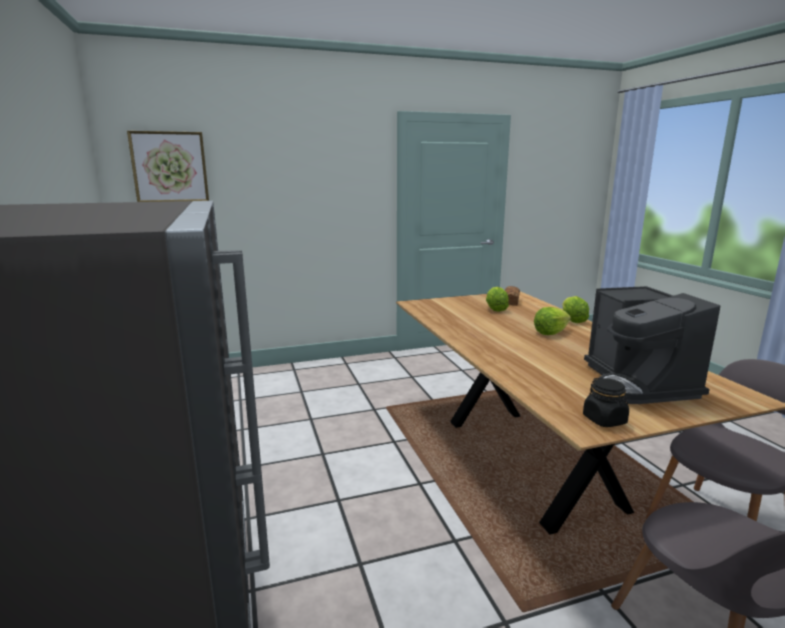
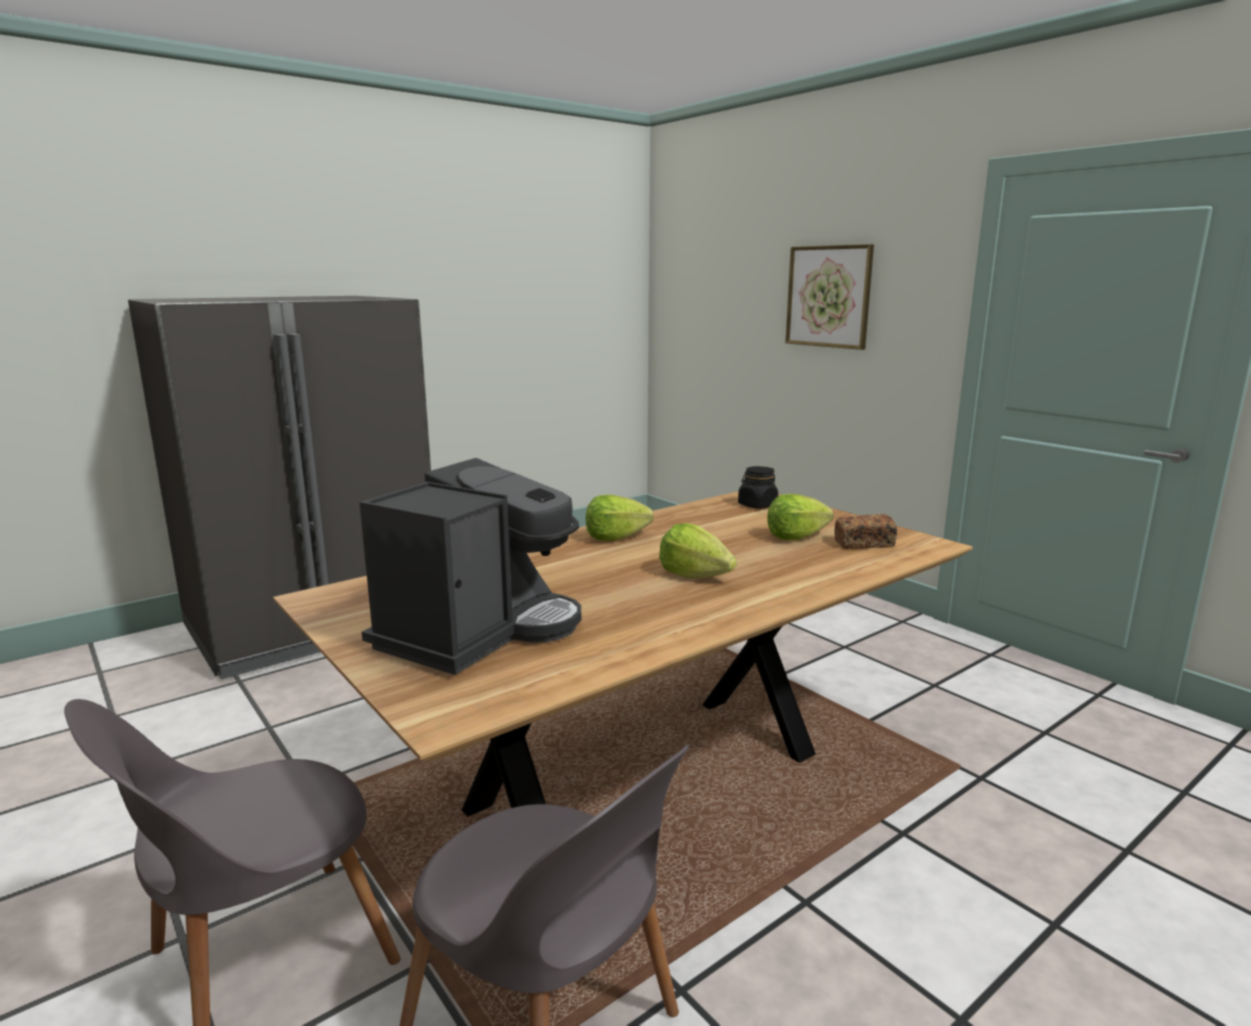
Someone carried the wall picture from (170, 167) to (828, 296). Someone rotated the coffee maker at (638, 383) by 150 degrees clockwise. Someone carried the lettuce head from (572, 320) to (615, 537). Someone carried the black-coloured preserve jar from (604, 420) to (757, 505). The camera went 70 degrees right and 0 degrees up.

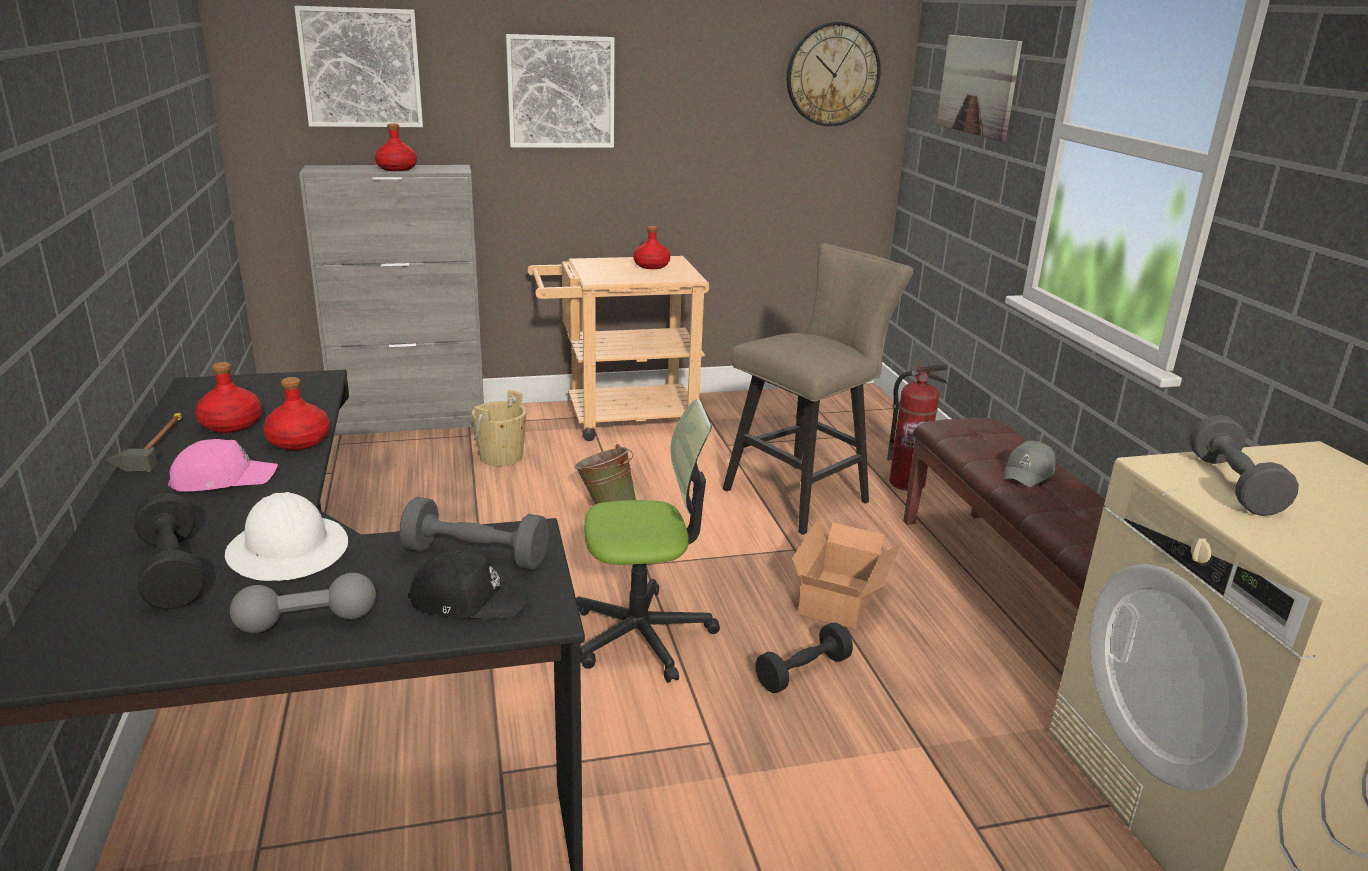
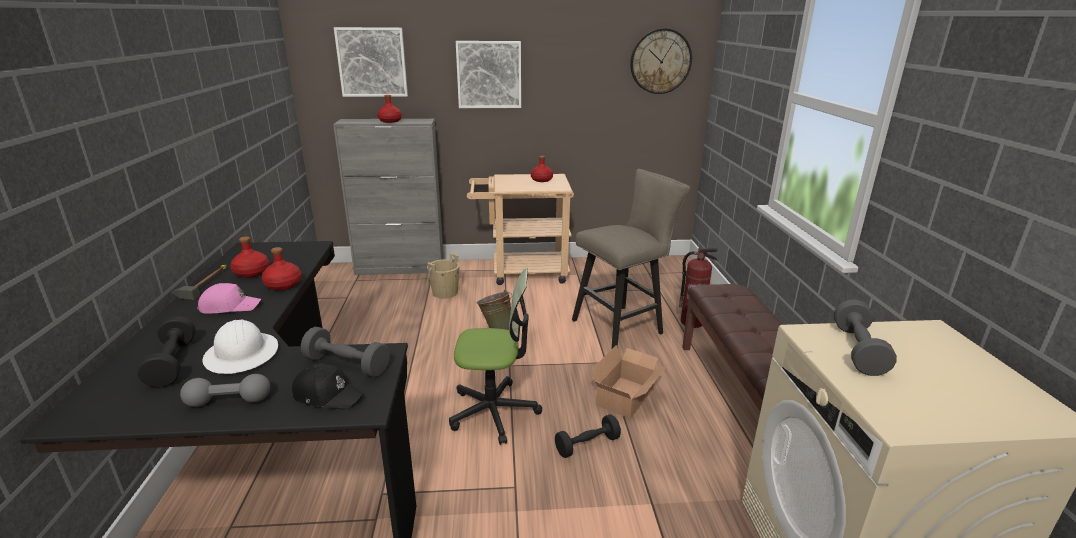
Someone took away the wall picture at (978, 86). Someone took away the grey baseball cap at (1029, 473). The camera went 10 degrees right and 0 degrees up.

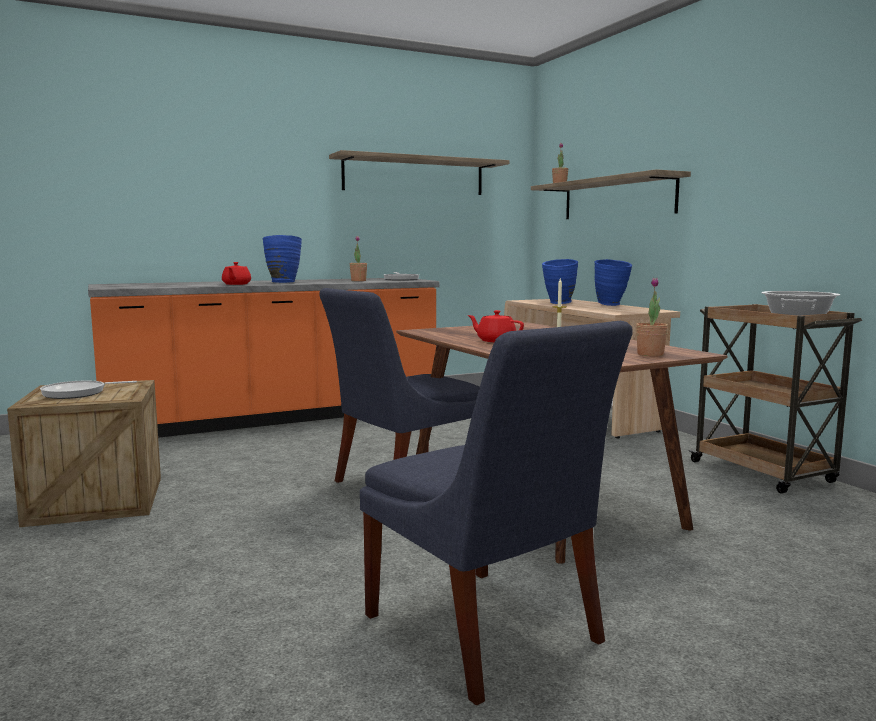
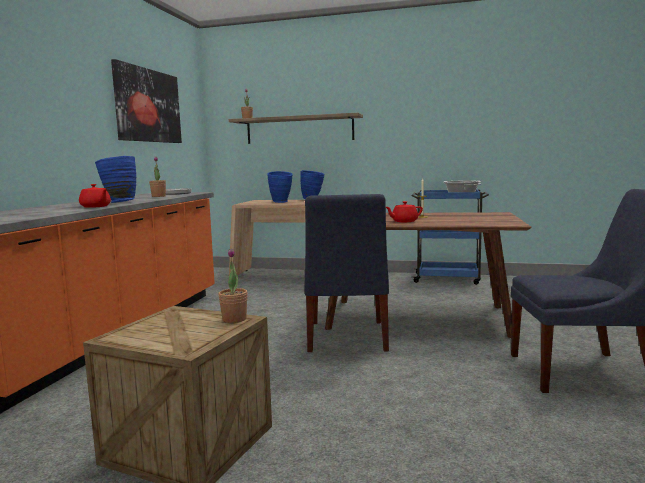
Someone swapped the bracket shelf at (414, 176) for the wall picture at (148, 105). Someone carried the houseplant from (650, 354) to (234, 319). Someone repainted the brown-coloured cart at (763, 473), which became the bluish cart at (448, 279). Someone took away the pan at (78, 393). The camera went 50 degrees left and 0 degrees up.

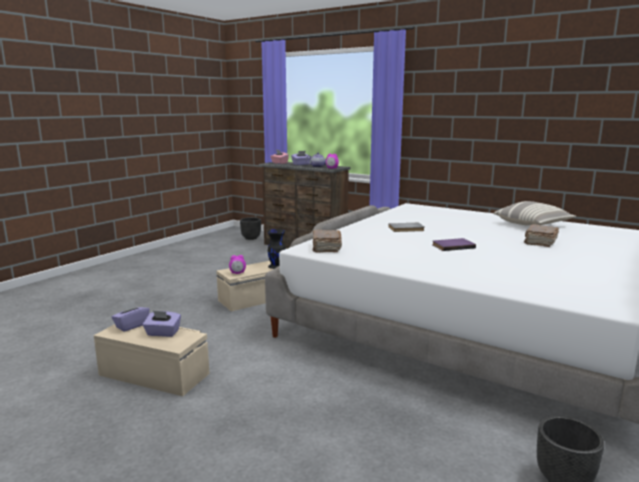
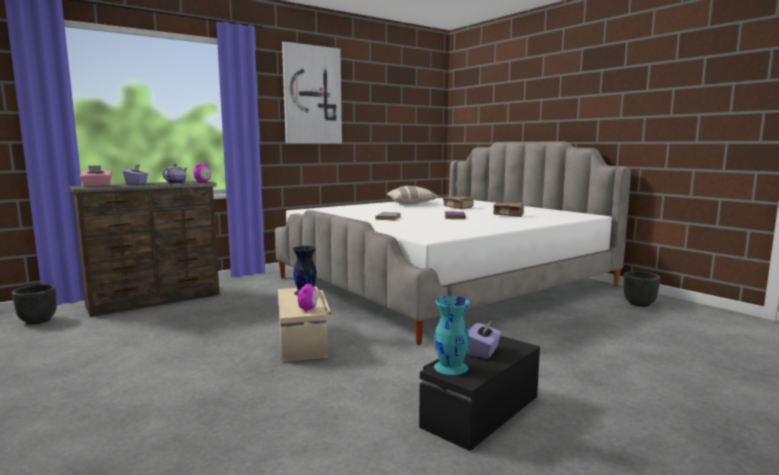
Someone carried the brown-coloured volume from (326, 248) to (509, 215). Someone swapped the purplish tissue holder at (131, 326) for the turquoise-coloured flower vase at (451, 367). Someone repainted the beige storage container at (155, 373), which became the black-coloured storage container at (479, 410). Someone put up the wall picture at (312, 95). The camera went 70 degrees left and 5 degrees down.

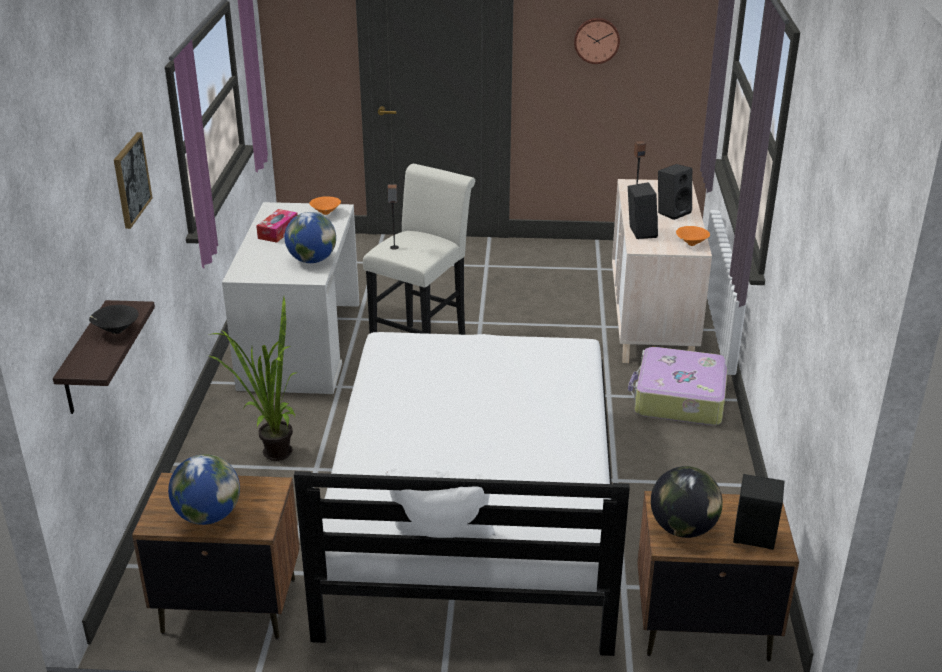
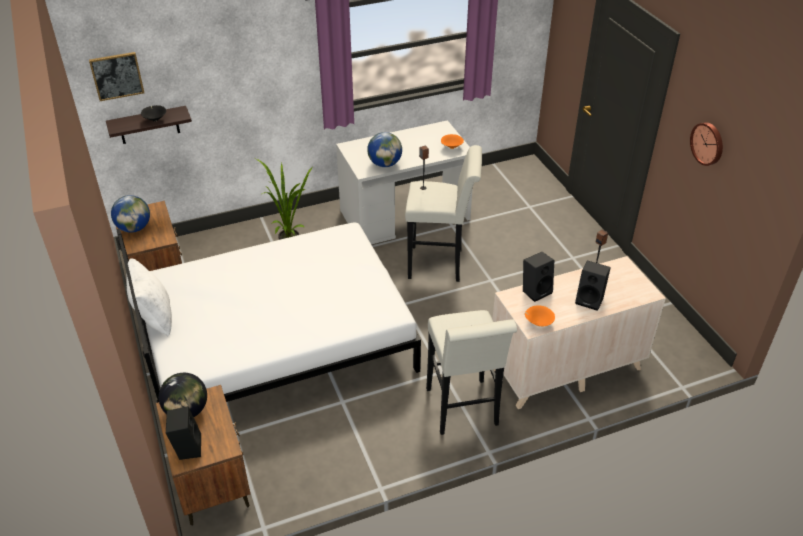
Someone carried the wall picture from (131, 179) to (117, 76). Someone took away the tissue holder at (278, 232). Someone swapped the travel case at (678, 399) for the white stool seat at (463, 411). The camera went 65 degrees right and 10 degrees up.

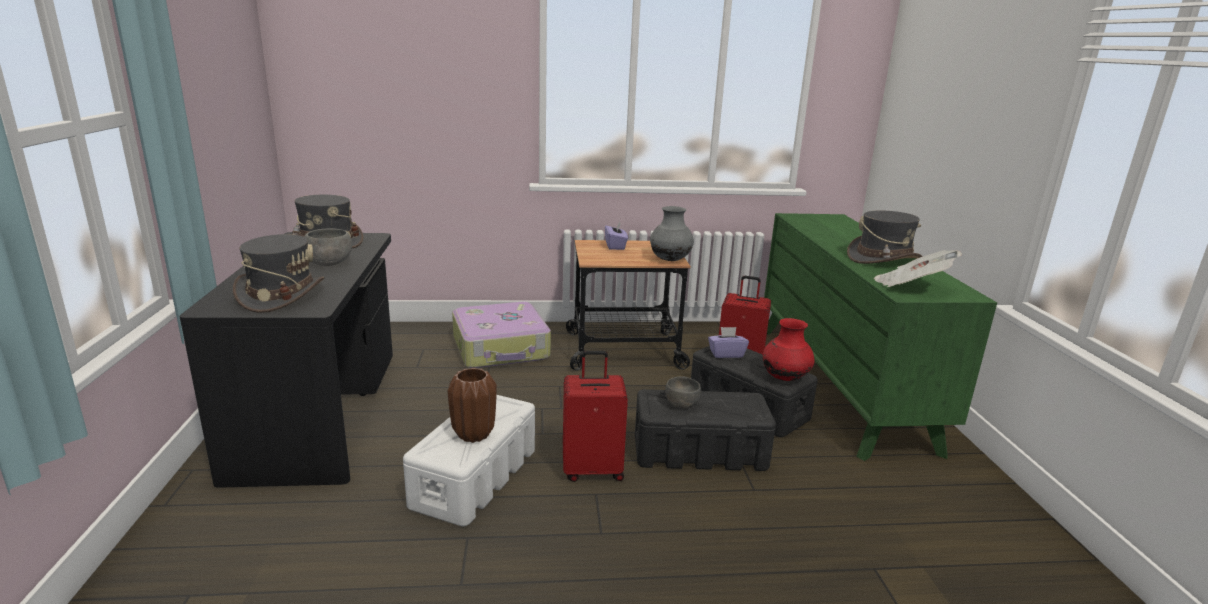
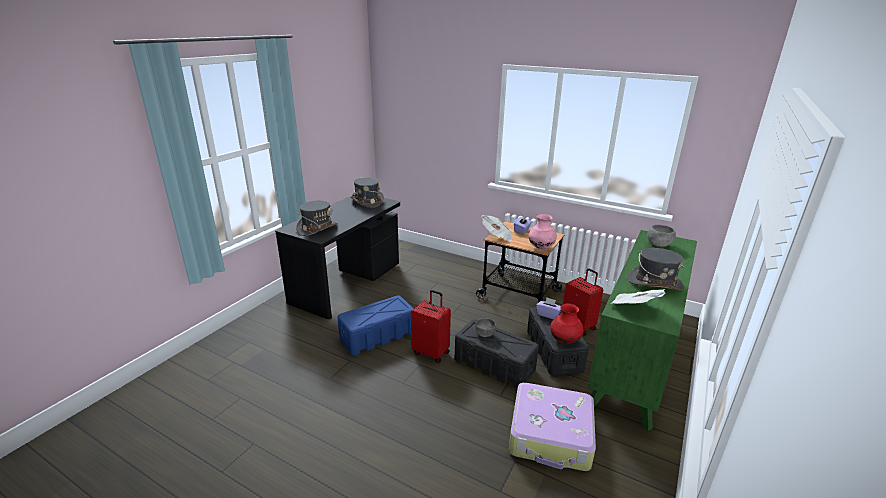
Someone repainted the grey flower vase at (670, 260), which became the pinkish flower vase at (541, 247). Someone carried the grey serving bowl from (329, 264) to (659, 245). Someone carried the travel case from (501, 348) to (551, 435). Someone took away the brown-coloured flower vase at (473, 435). Someone repainted the white storage container at (475, 477), which became the bluish storage container at (378, 336). Someone put down the daily paper at (497, 236). The camera went 35 degrees right and 5 degrees up.

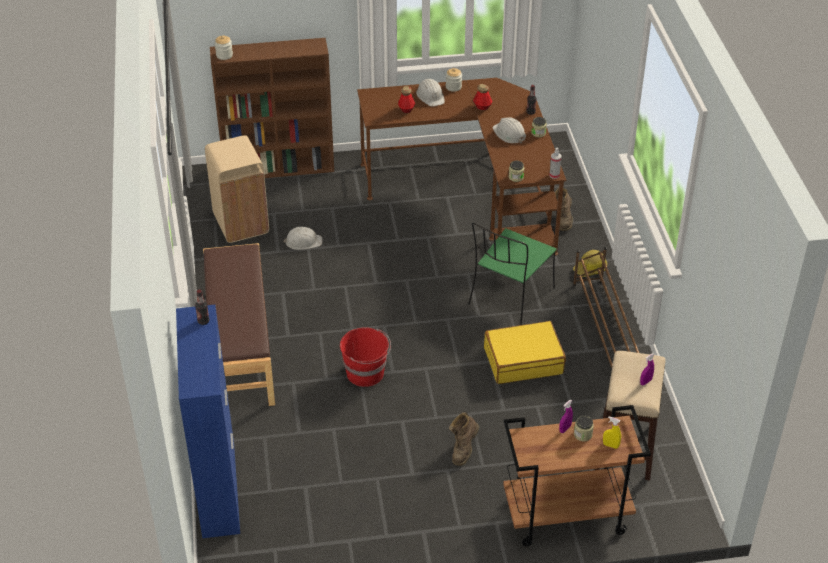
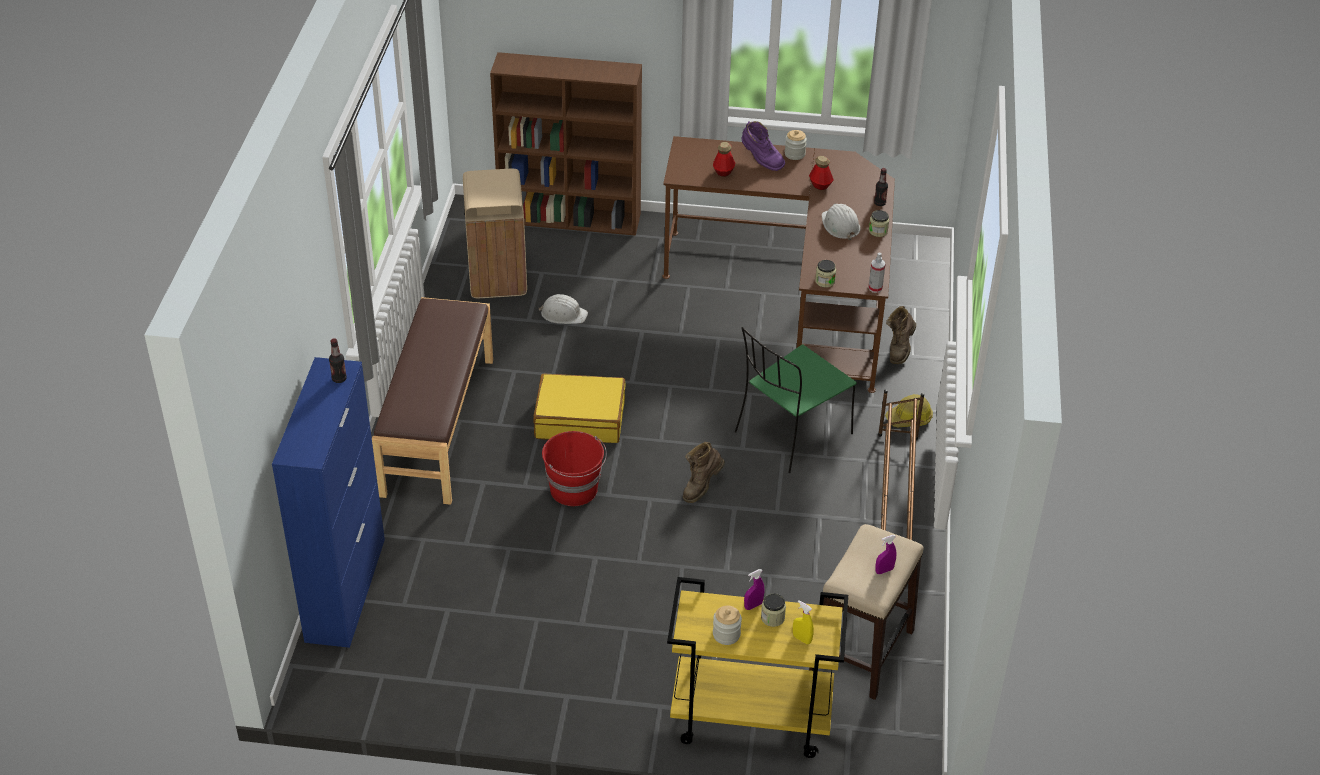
Someone carried the preserve jar from (224, 55) to (726, 634). Someone swapped the white hard hat at (430, 96) for the purplish boot at (761, 160). Someone carried the yellow travel case from (523, 360) to (580, 419). Someone repainted the brown-coloured cart at (565, 516), which became the yellow cart at (749, 719). Someone carried the brown-coloured boot from (463, 449) to (701, 487). The camera went 15 degrees right and 0 degrees up.

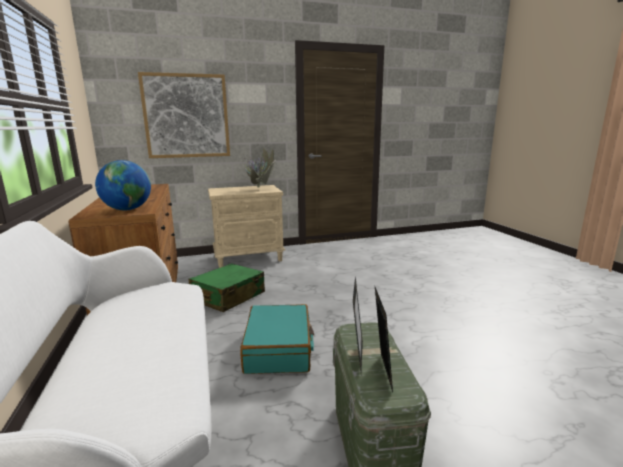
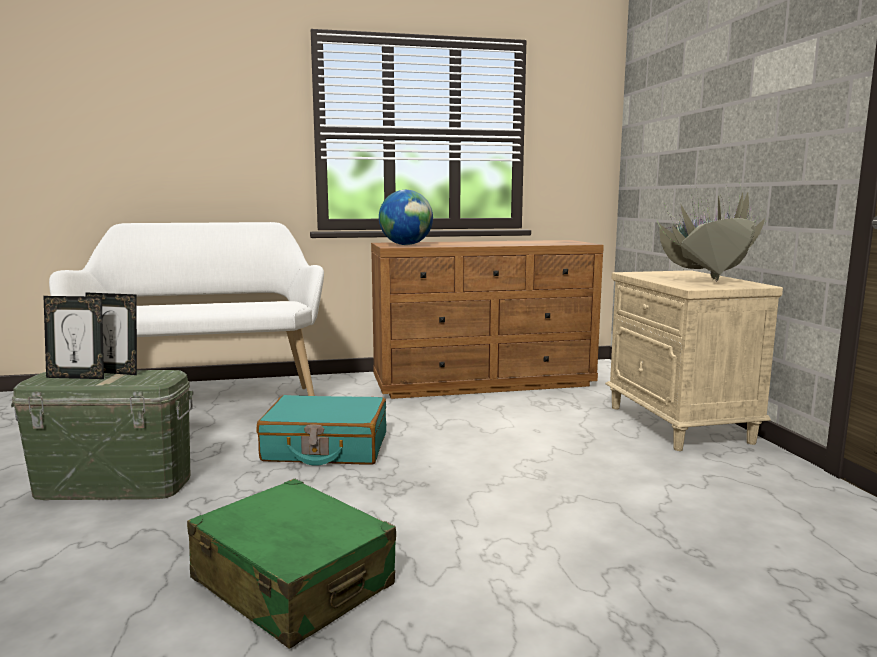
Someone took away the wall picture at (186, 116). Someone carried the green-coloured travel case from (228, 297) to (293, 583). The camera went 95 degrees right and 5 degrees down.

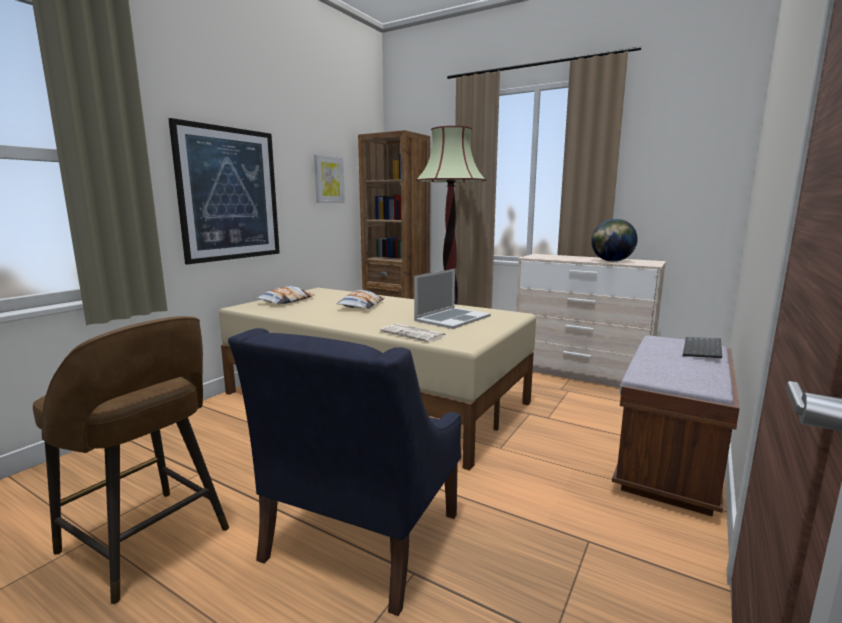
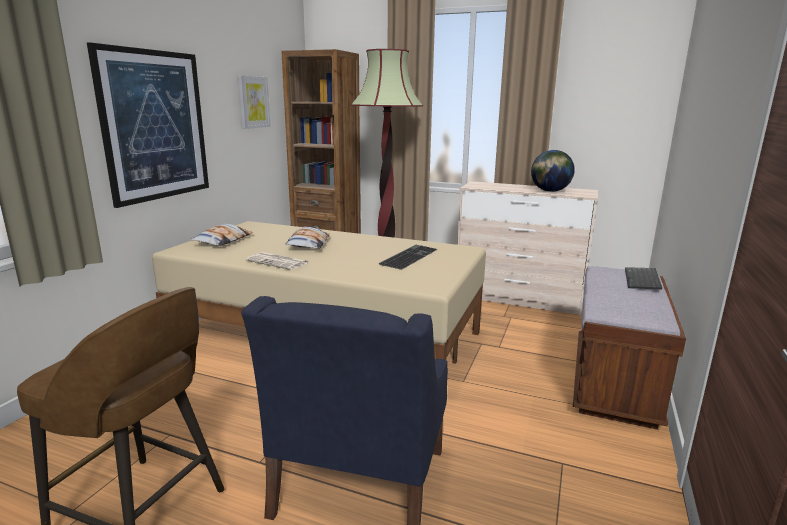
Someone swapped the laptop at (452, 318) for the PC keyboard at (408, 256). Someone carried the daily paper from (414, 334) to (278, 262). The camera went 10 degrees left and 5 degrees up.

